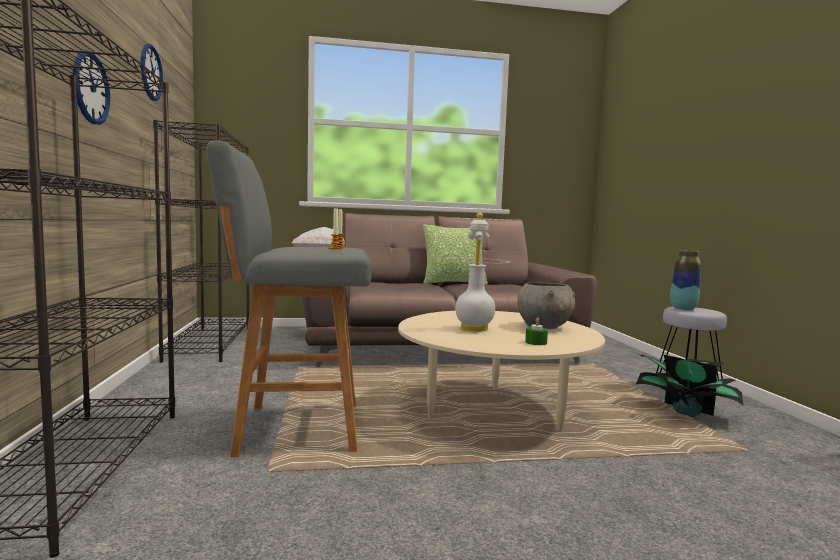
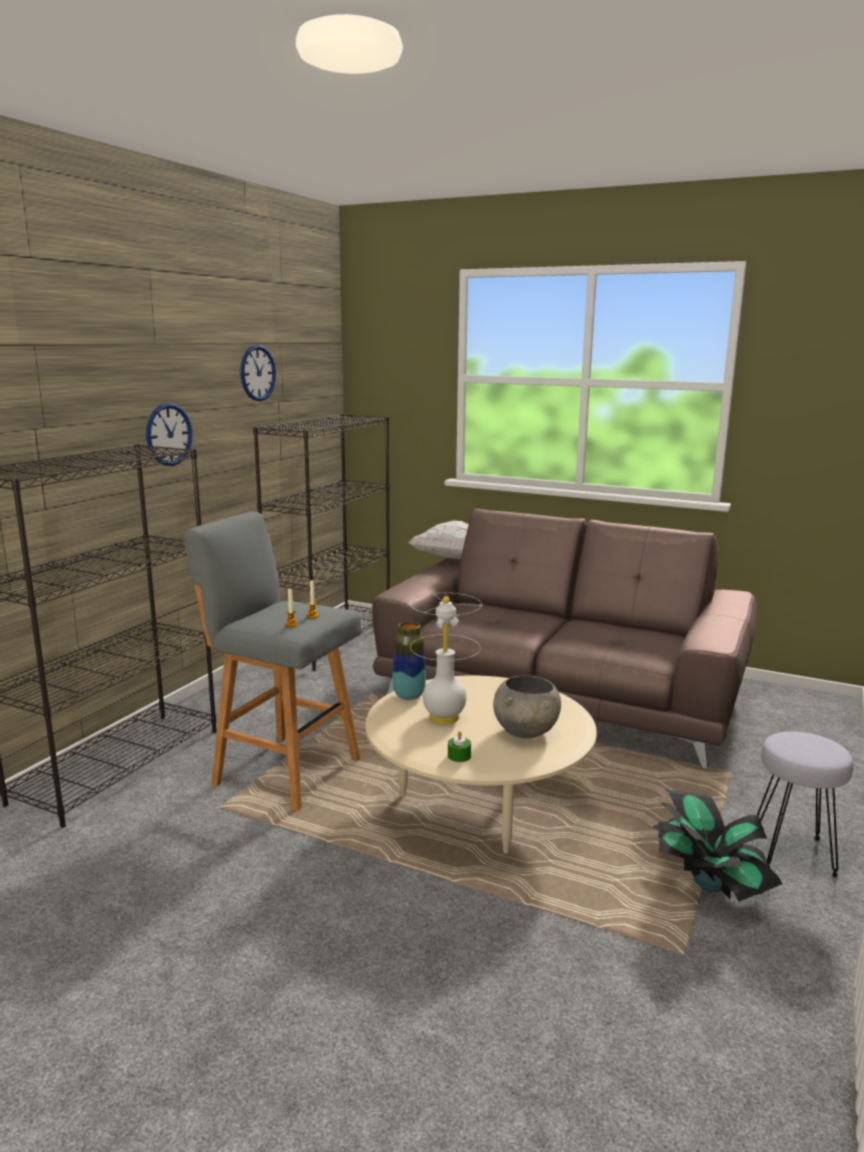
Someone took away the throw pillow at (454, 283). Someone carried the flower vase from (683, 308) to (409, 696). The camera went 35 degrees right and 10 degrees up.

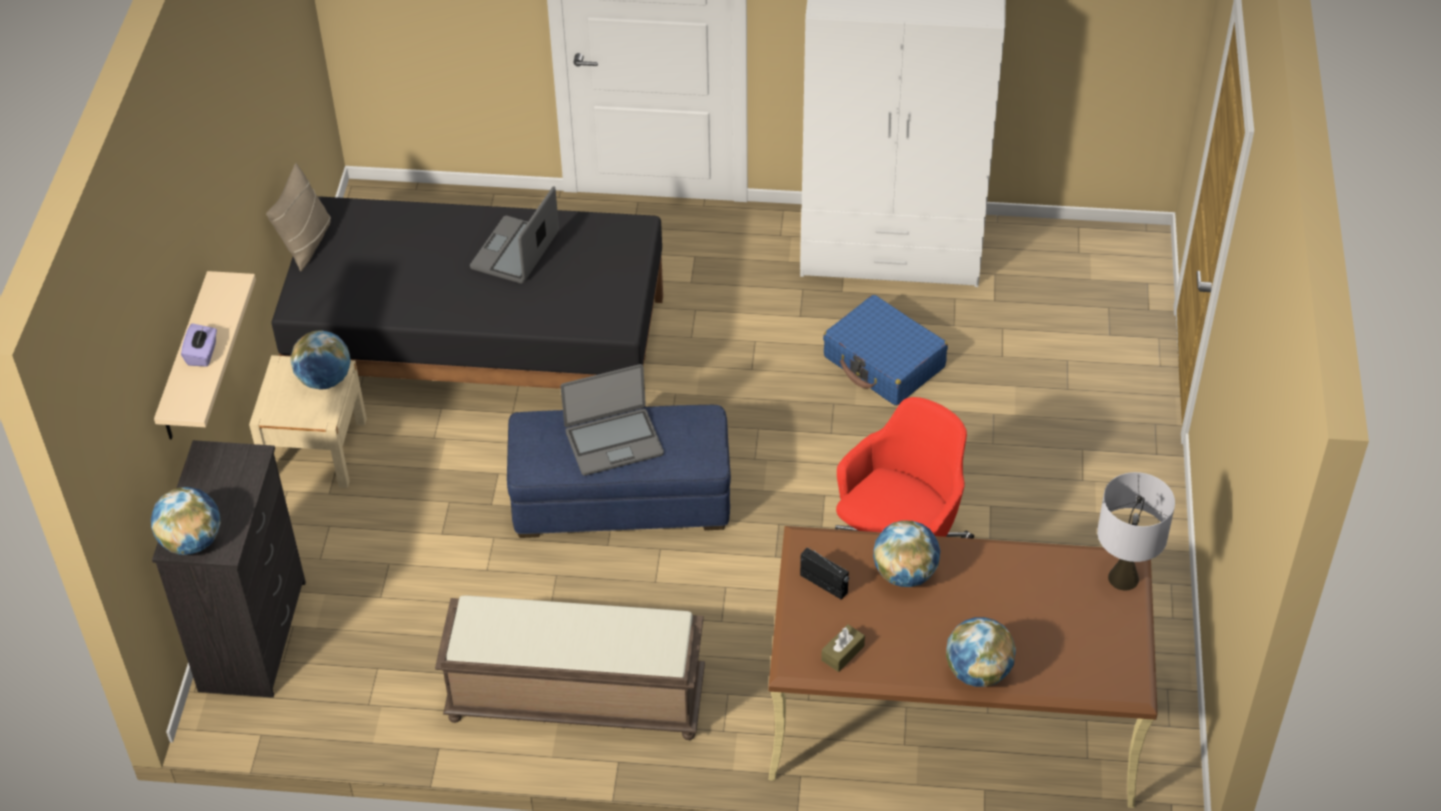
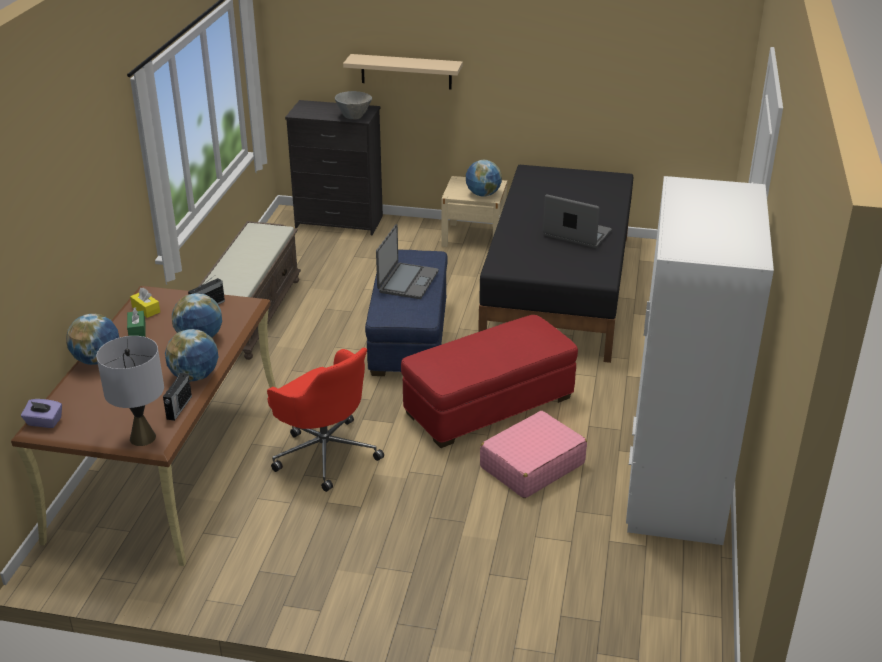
Someone took away the beige throw pillow at (306, 243). Someone repainted the bluish travel case at (884, 362), which became the pinkish travel case at (531, 465). Someone carried the purplish tissue holder from (202, 354) to (44, 422). Someone rotated the laptop at (613, 442) by 150 degrees counterclockwise. Someone carried the desk globe from (192, 541) to (195, 376). Someone repainted the brown-coloured tissue holder at (842, 653), which became the yellow tissue holder at (146, 309). Someone put down the grey serving bowl at (354, 117). Someone put down the green-coloured tissue holder at (137, 330). Someone put down the red-coloured footrest at (489, 406). Someone put down the radio at (178, 408). The camera went 95 degrees right and 15 degrees down.

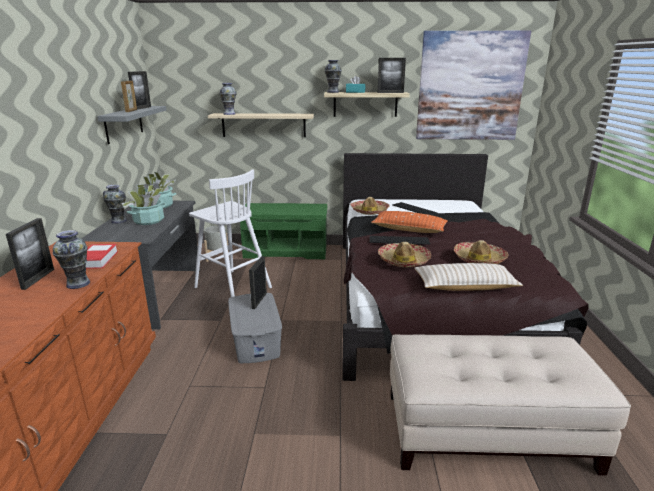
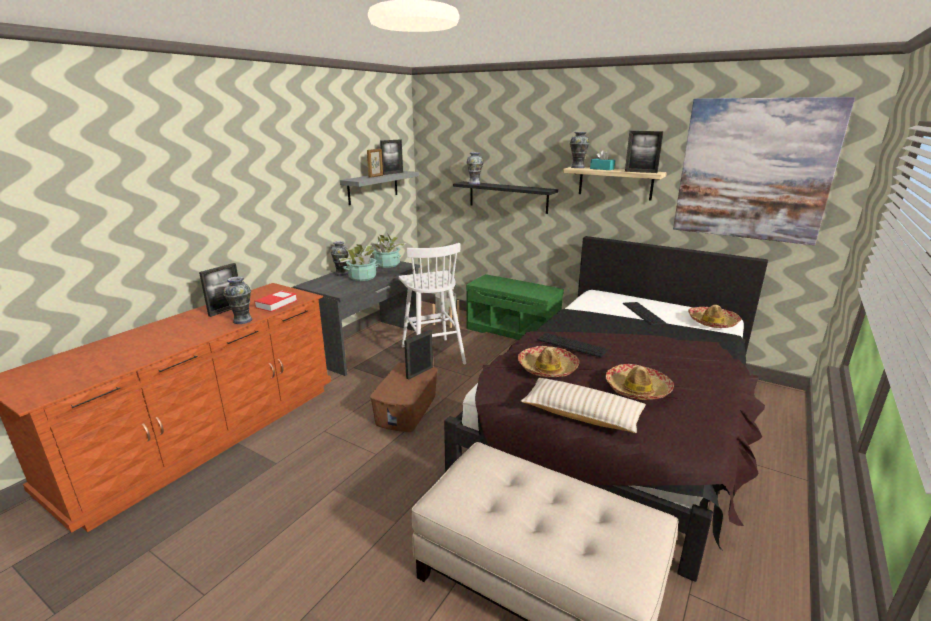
Someone repainted the beige bracket shelf at (263, 125), which became the black-coloured bracket shelf at (508, 197). Someone carried the hat from (369, 211) to (712, 322). Someone took away the orange throw pillow at (409, 229). Someone repainted the grey storage container at (256, 340), which became the brown-coloured storage container at (407, 410). The camera went 30 degrees right and 0 degrees up.

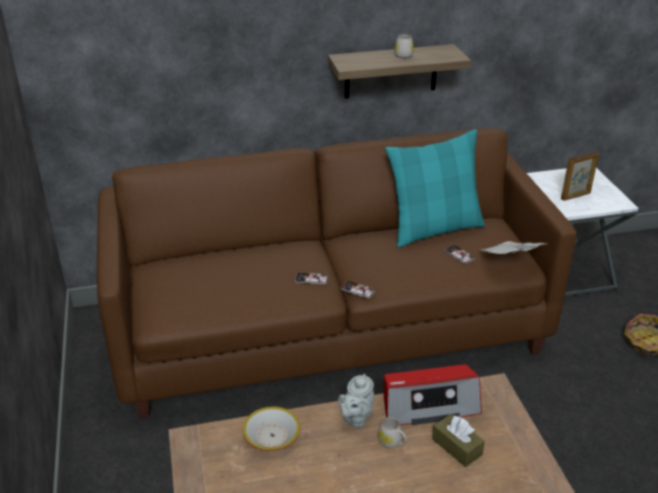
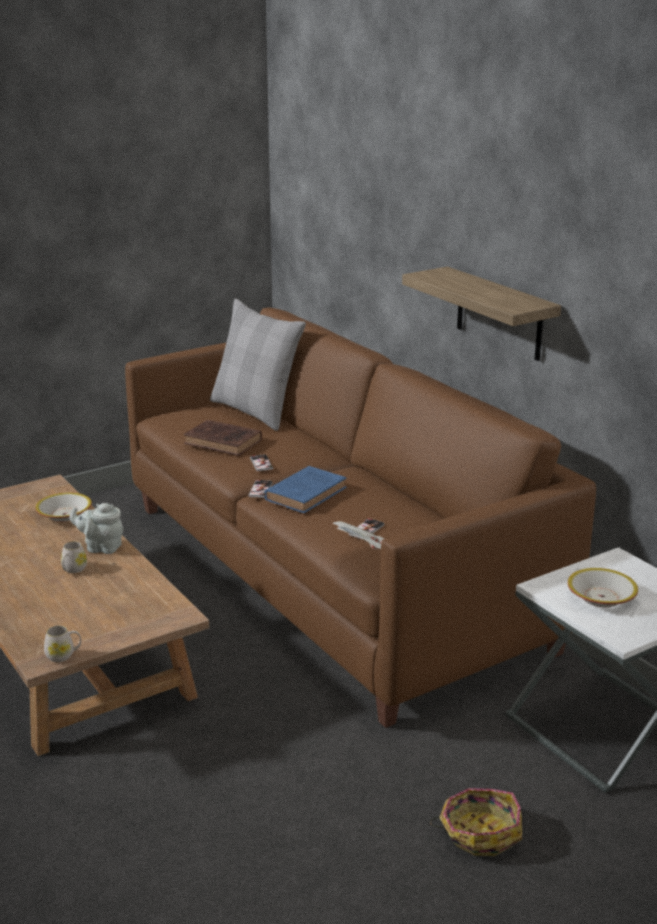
Someone carried the white tea mug from (403, 55) to (63, 655). Someone took away the turquoise-coloured throw pillow at (434, 229). Someone swapped the photo frame at (576, 196) for the serving bowl at (601, 597). Someone took away the radio at (429, 404). Someone took away the brown-coloured tissue holder at (456, 447). Someone put down the grey throw pillow at (255, 411). Someone put down the brown-coloured volume at (225, 442). Someone put down the bluish volume at (307, 493). The camera went 70 degrees right and 10 degrees down.

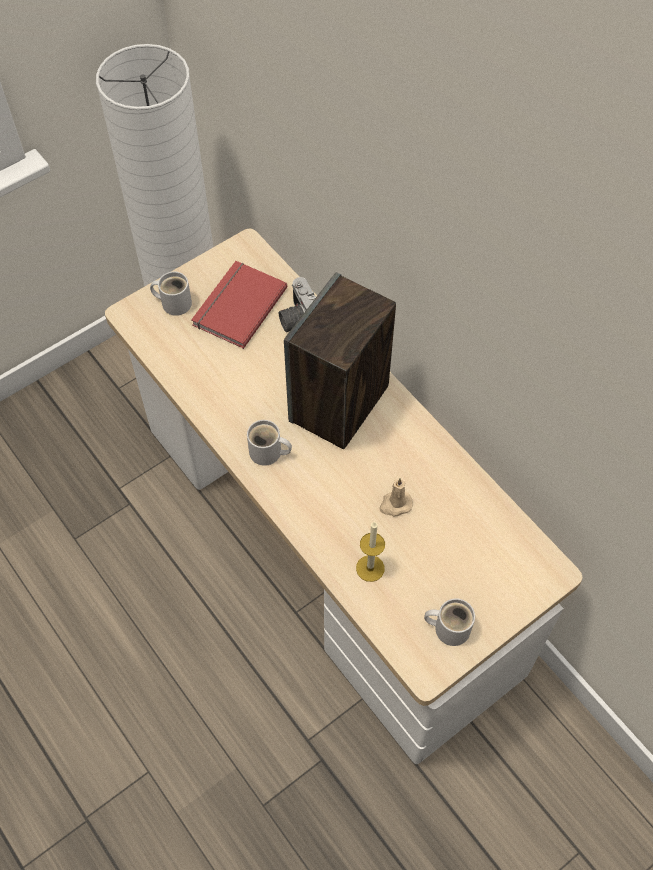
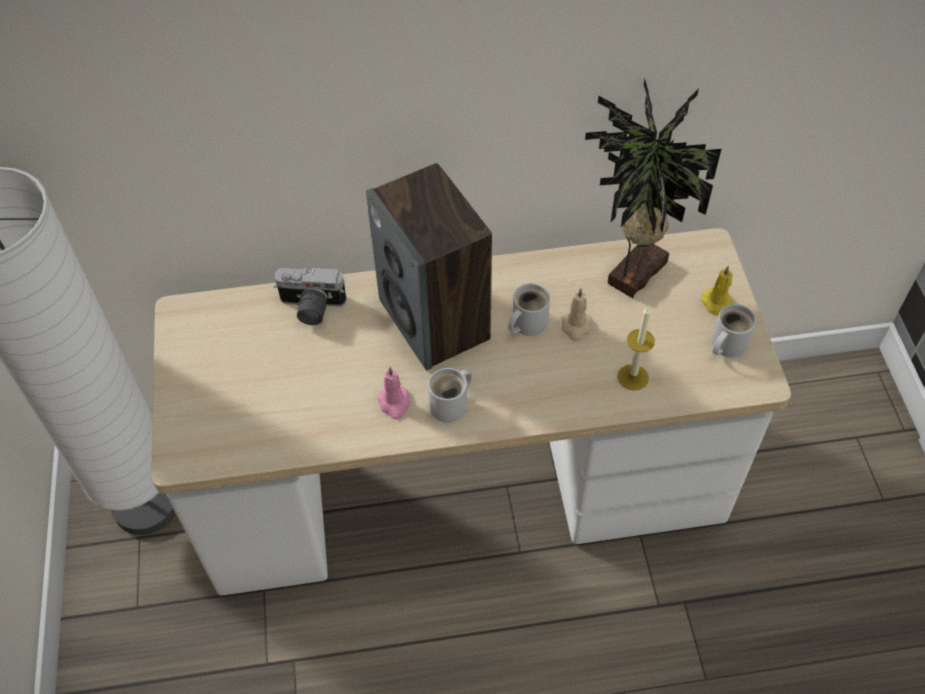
Someone took away the red-coloured volume at (237, 306). Someone carried the white tea mug from (174, 302) to (526, 323). Someone put down the houseplant at (632, 271). Someone put down the yellow wax candle at (717, 304). Someone put down the pinkish wax candle at (394, 403). The camera went 60 degrees left and 5 degrees down.

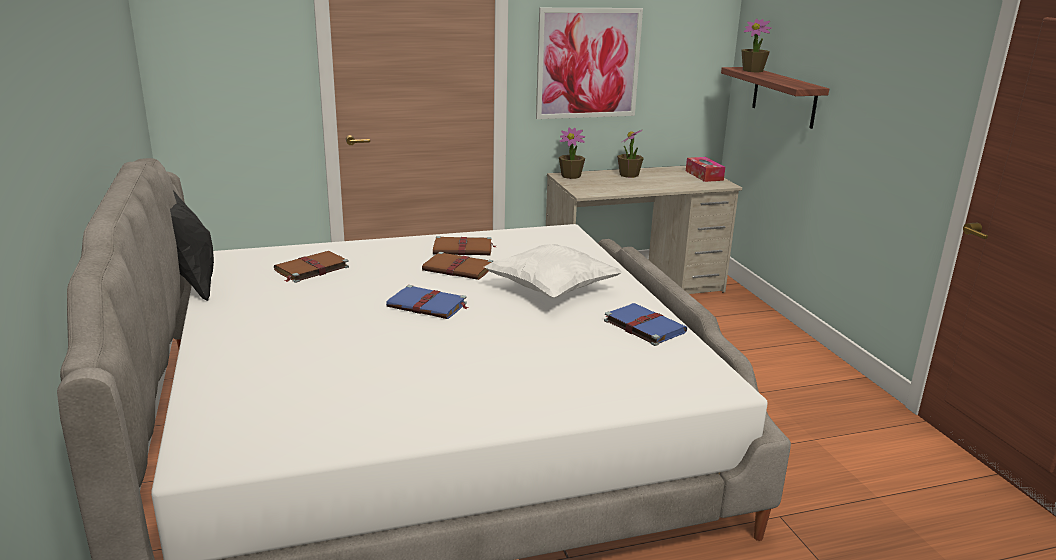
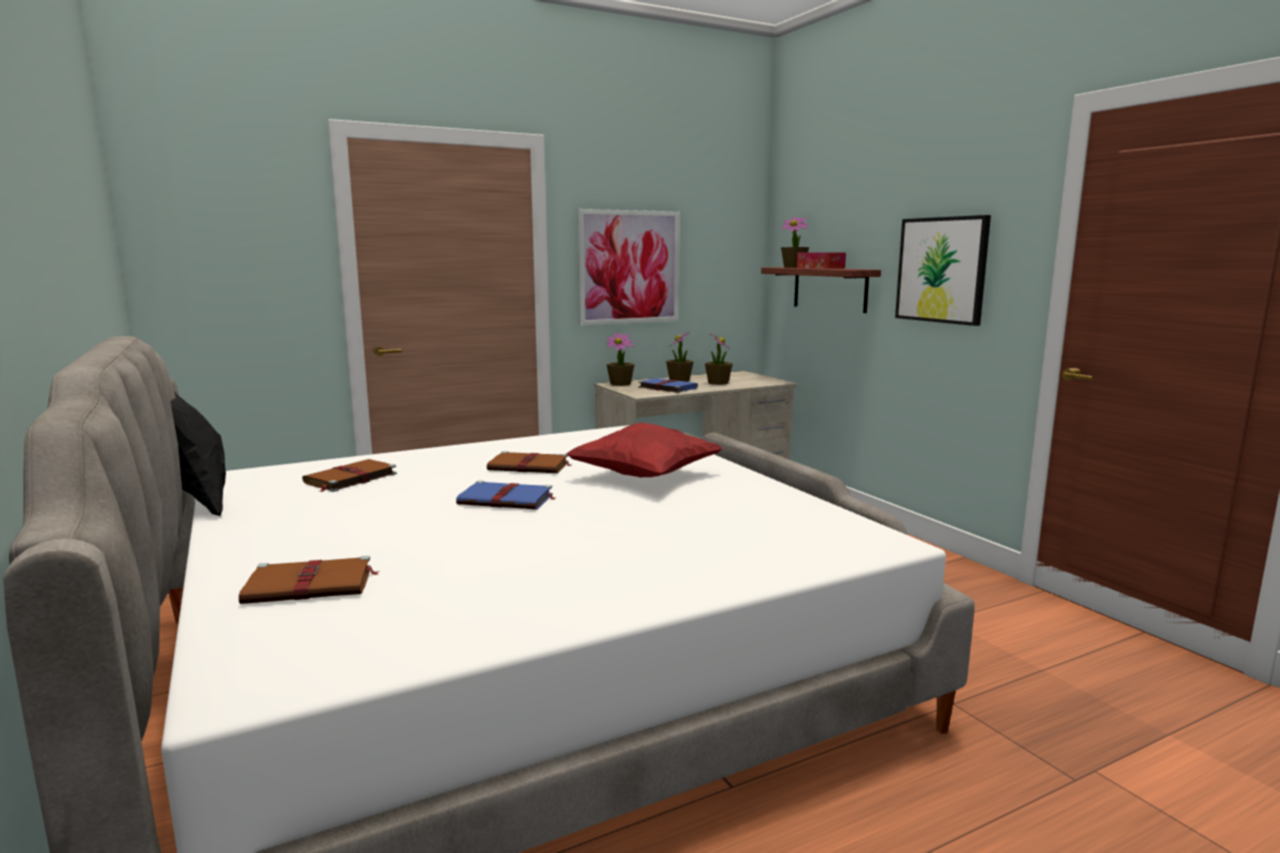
Someone carried the tissue holder from (704, 175) to (820, 268). Someone carried the brown-coloured volume from (464, 249) to (312, 585). Someone repainted the white throw pillow at (552, 291), which became the red-coloured throw pillow at (645, 477). Someone carried the bluish volume from (643, 326) to (666, 388). Someone put up the wall picture at (942, 270). Someone put down the houseplant at (718, 383). The camera went 10 degrees left and 10 degrees down.

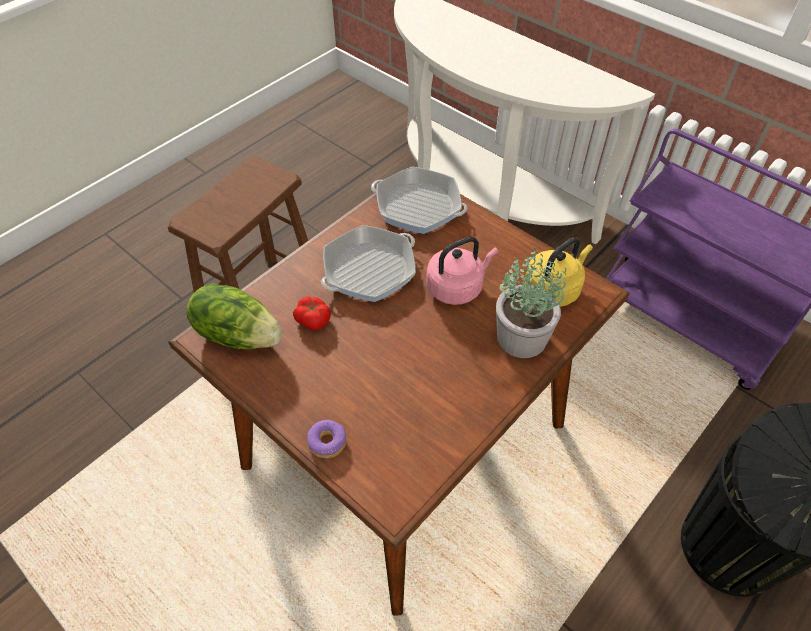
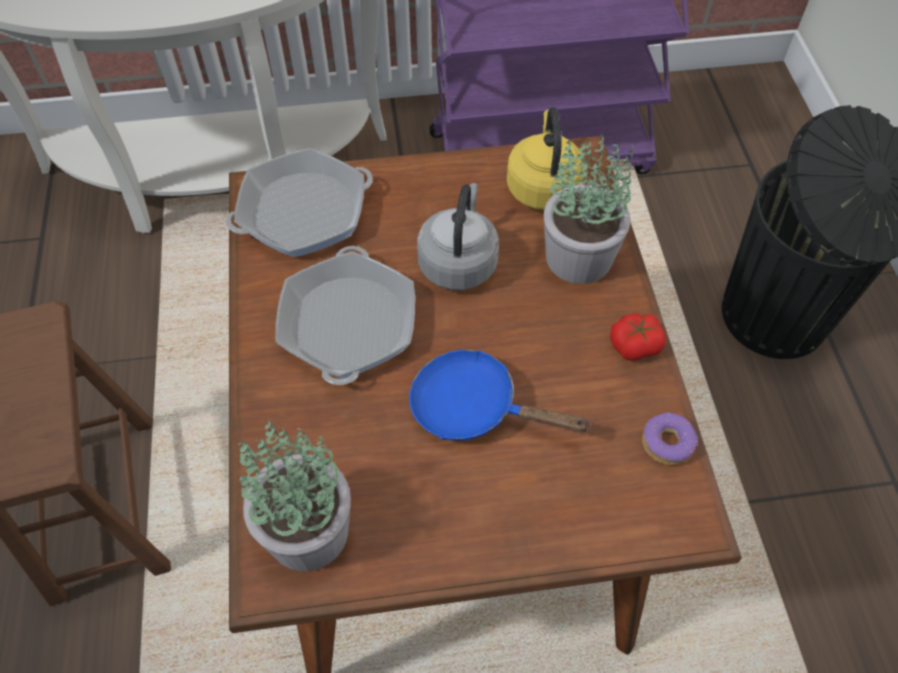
Someone repainted the pinkish kettle at (457, 287), which became the grey kettle at (458, 262). Someone swapped the lettuce head at (238, 334) for the houseplant at (306, 531). Someone carried the fresh tomato from (313, 319) to (635, 344). Someone carried the donut from (327, 442) to (667, 443). Someone put down the bluish pan at (474, 407). The camera went 50 degrees left and 5 degrees up.

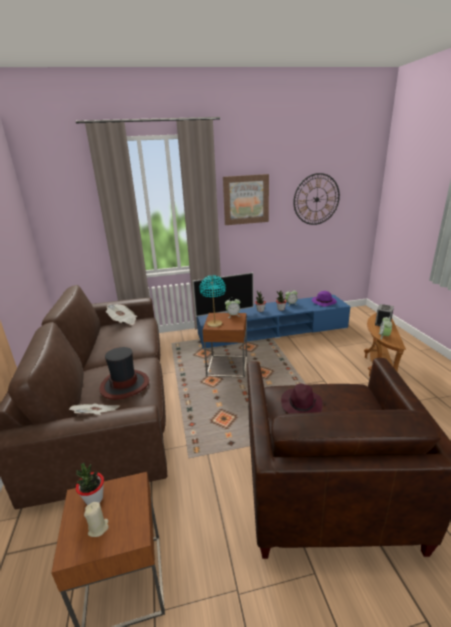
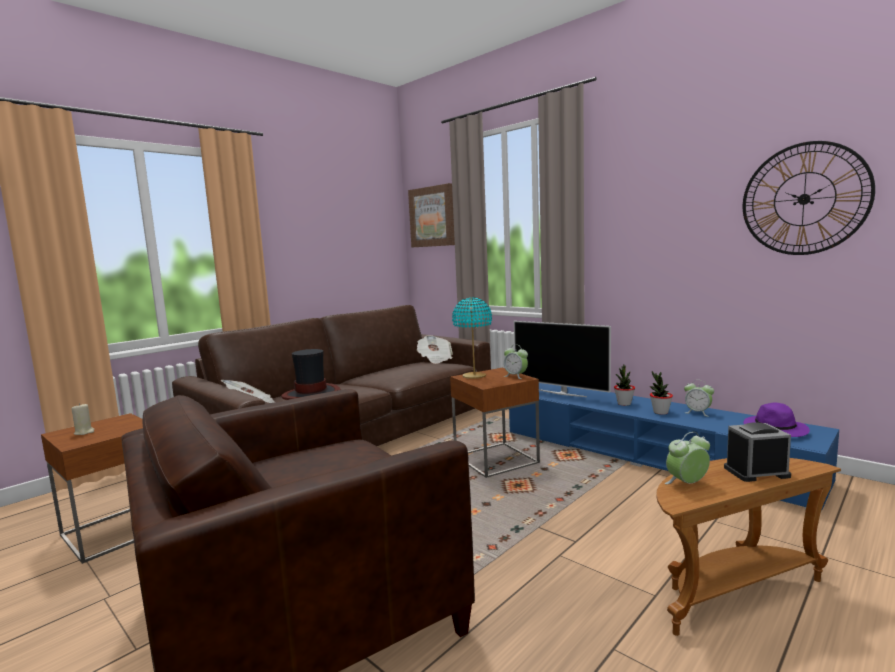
Someone carried the wall picture from (246, 199) to (432, 216). Someone took away the purplish hat at (301, 405). Someone took away the houseplant at (94, 499). The camera went 55 degrees right and 15 degrees down.

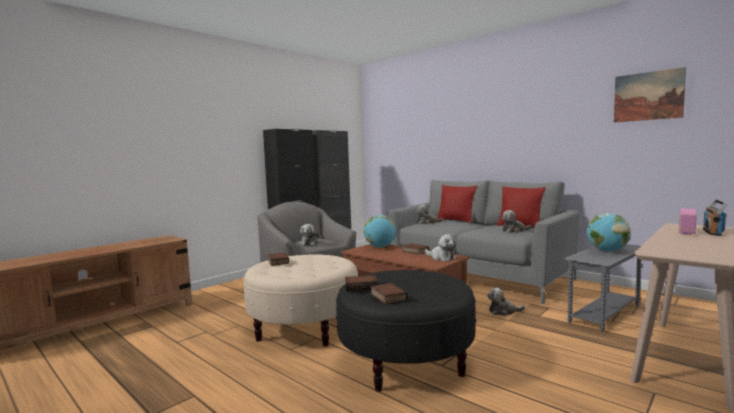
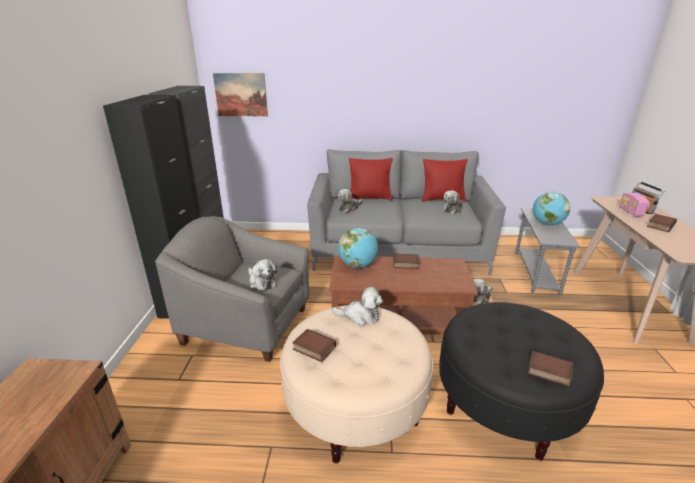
Someone carried the wall picture from (648, 96) to (241, 95). Someone carried the soft toy from (441, 258) to (360, 316). Someone carried the volume from (361, 286) to (659, 225). The camera went 40 degrees left and 20 degrees up.

